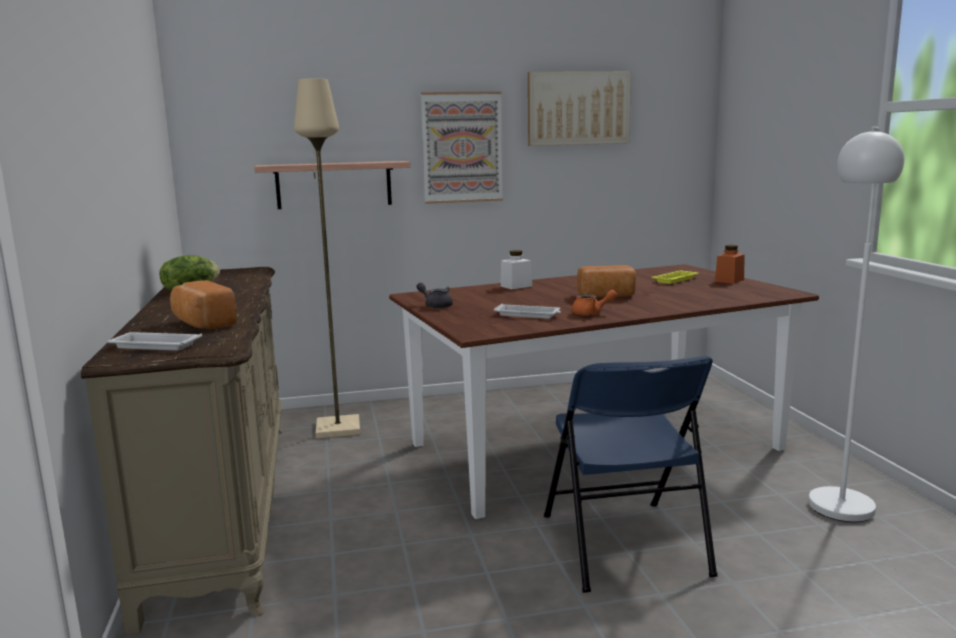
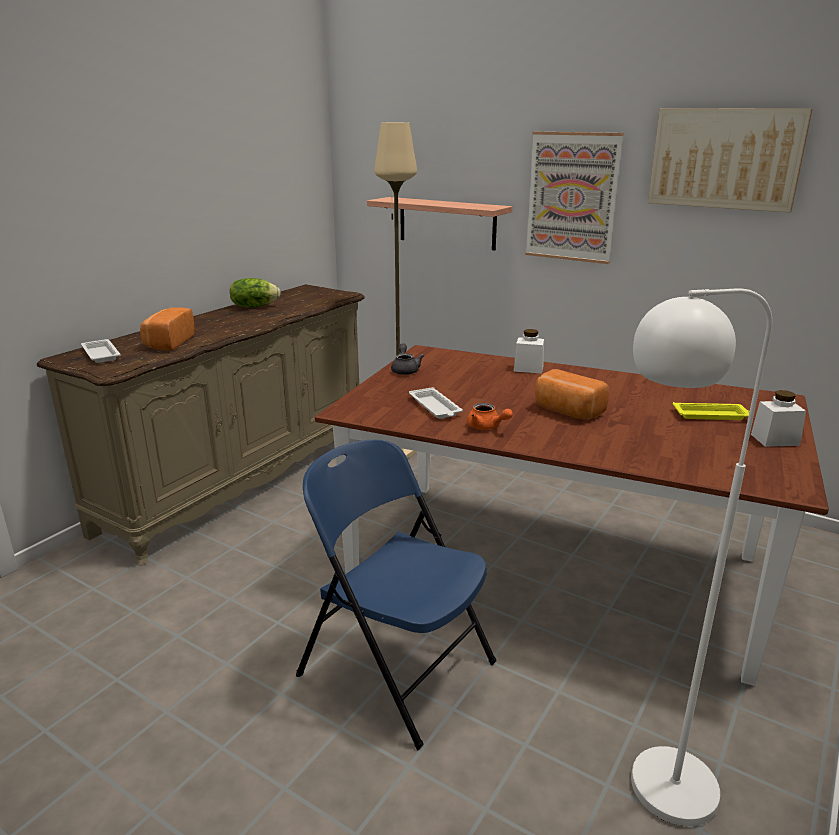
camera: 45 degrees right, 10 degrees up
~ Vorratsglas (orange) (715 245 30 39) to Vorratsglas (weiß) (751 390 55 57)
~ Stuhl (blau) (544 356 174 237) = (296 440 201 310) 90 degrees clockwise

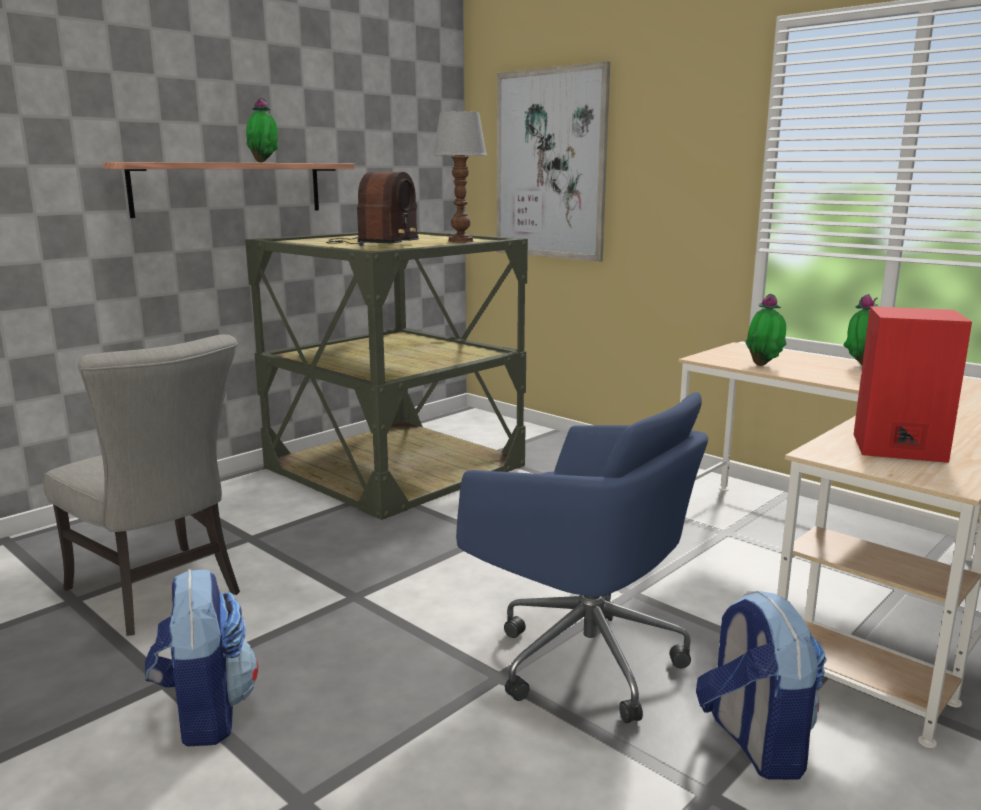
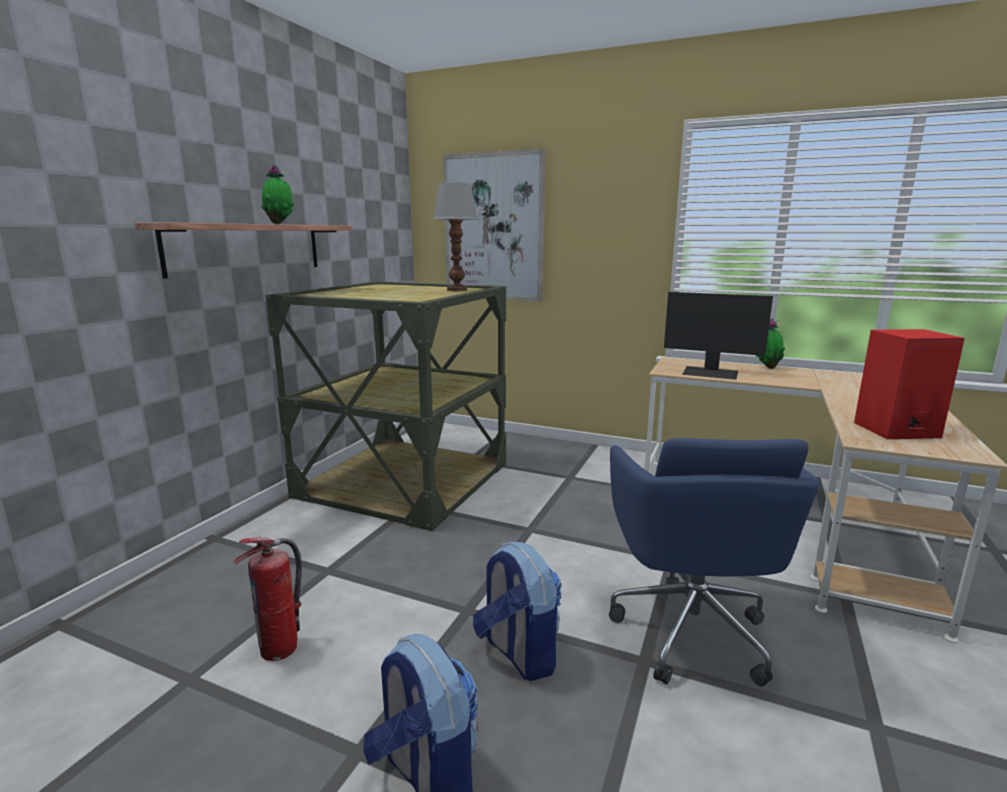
camera: 20 degrees left, 0 degrees up
- Radio (326 172 93 74)
~ Topfpflanze (745 294 42 72) to Monitor (664 292 109 88)
~ Stuhl (grau) (43 334 197 302) to Feuerlöscher (234 537 68 124)
~ Bürostuhl (blau) (456 392 252 331) = (609 438 210 248) 75 degrees clockwise
~ Rucksack (696 591 131 189) to (473 542 89 139)

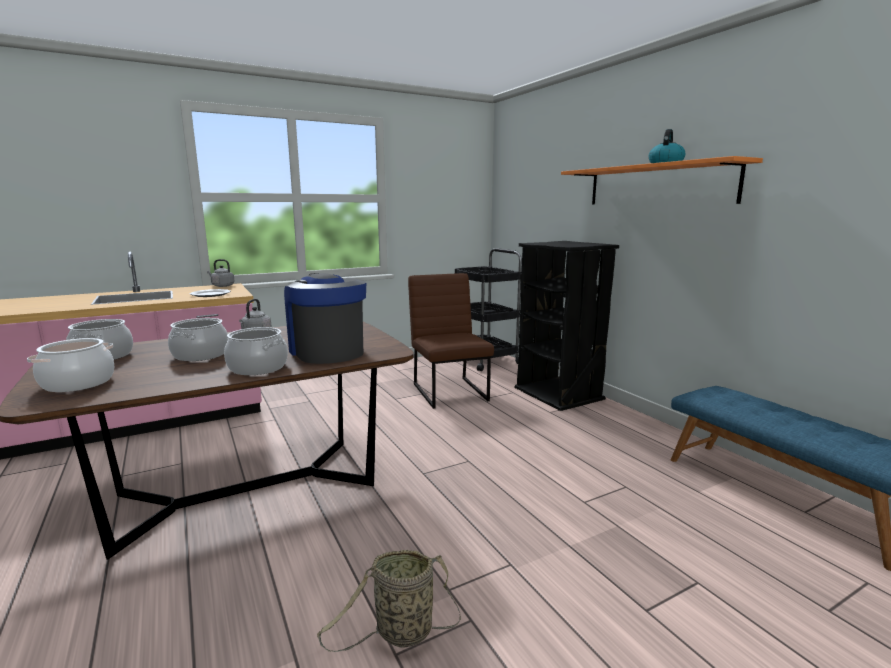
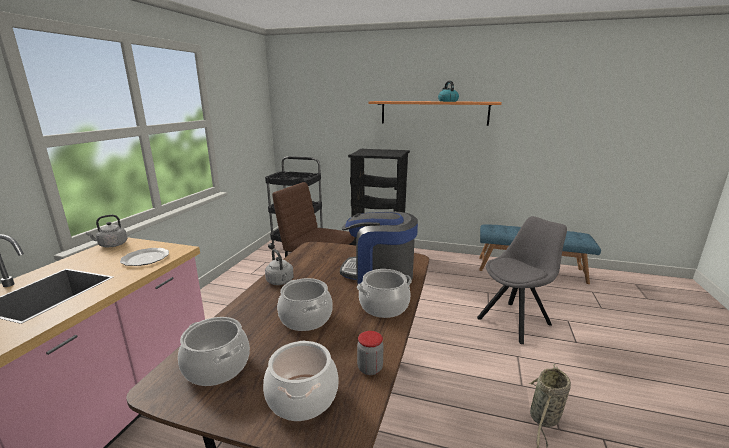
camera: 45 degrees left, 5 degrees up
+ Stuhl (grau) (477 216 90 128)
+ Vorratsglas (357 331 26 44)

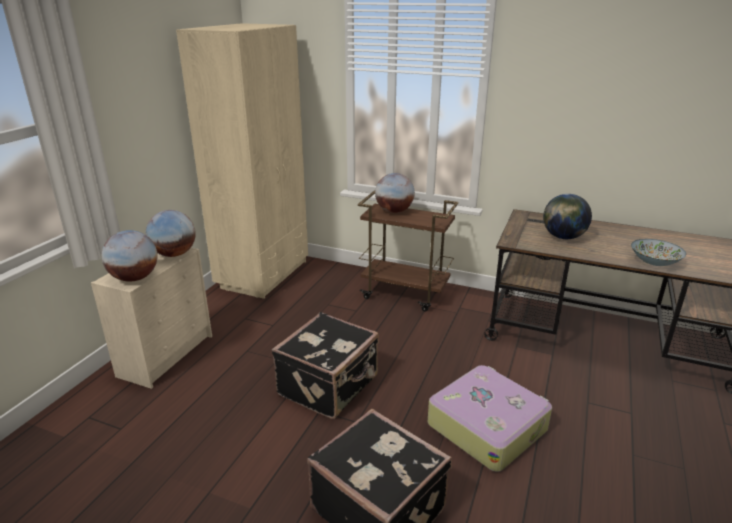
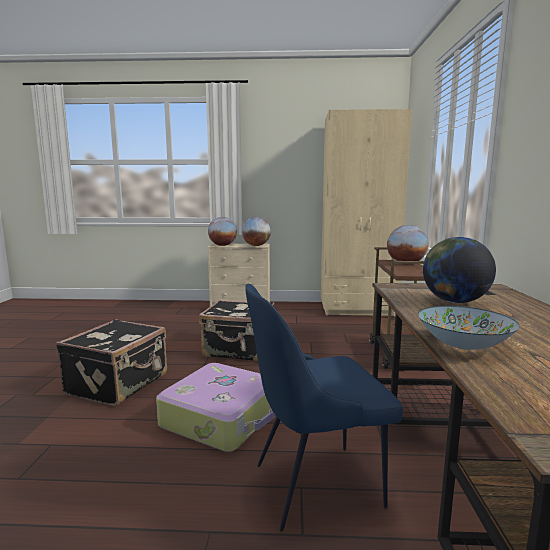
camera: 70 degrees right, 15 degrees down
+ Stuhl (blau) (245 284 158 248)

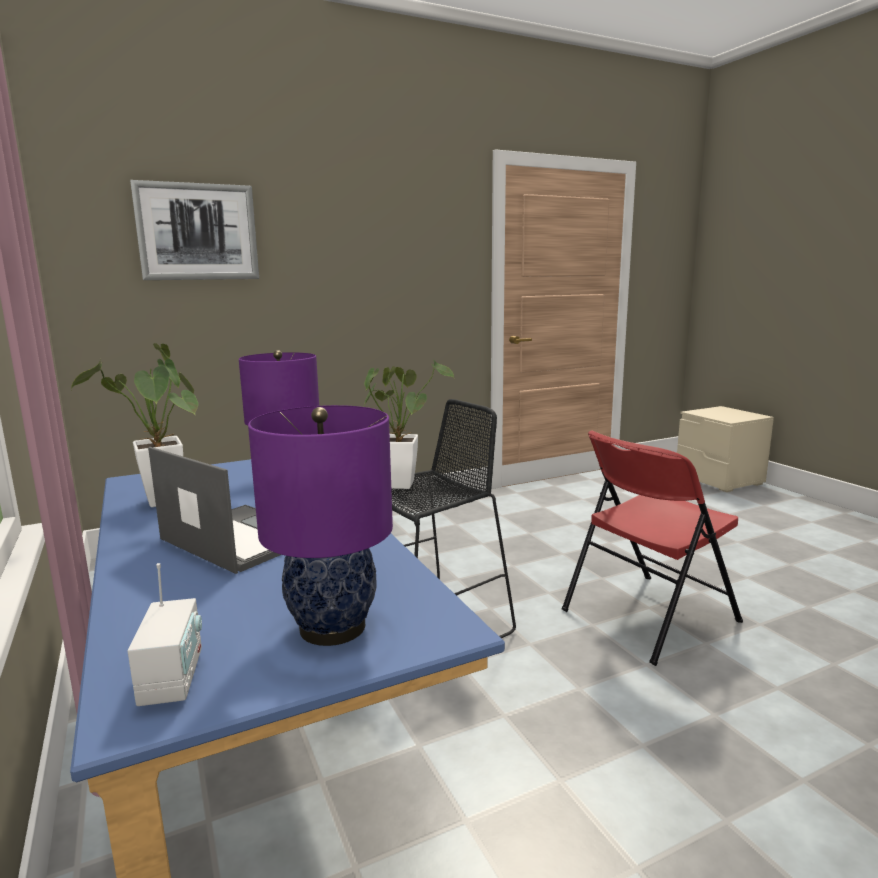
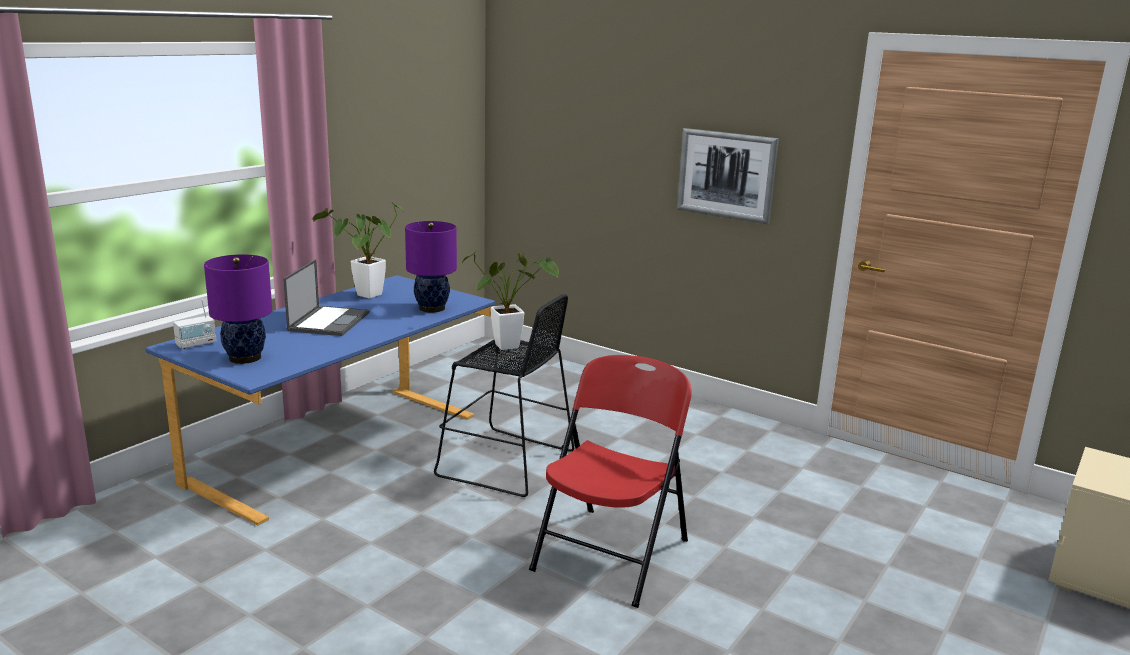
camera: 60 degrees right, 5 degrees up
~ Bild (130 180 129 100) to (677 128 102 96)
~ Stuhl (rot) (562 430 181 236) = (529 355 163 253) 90 degrees clockwise

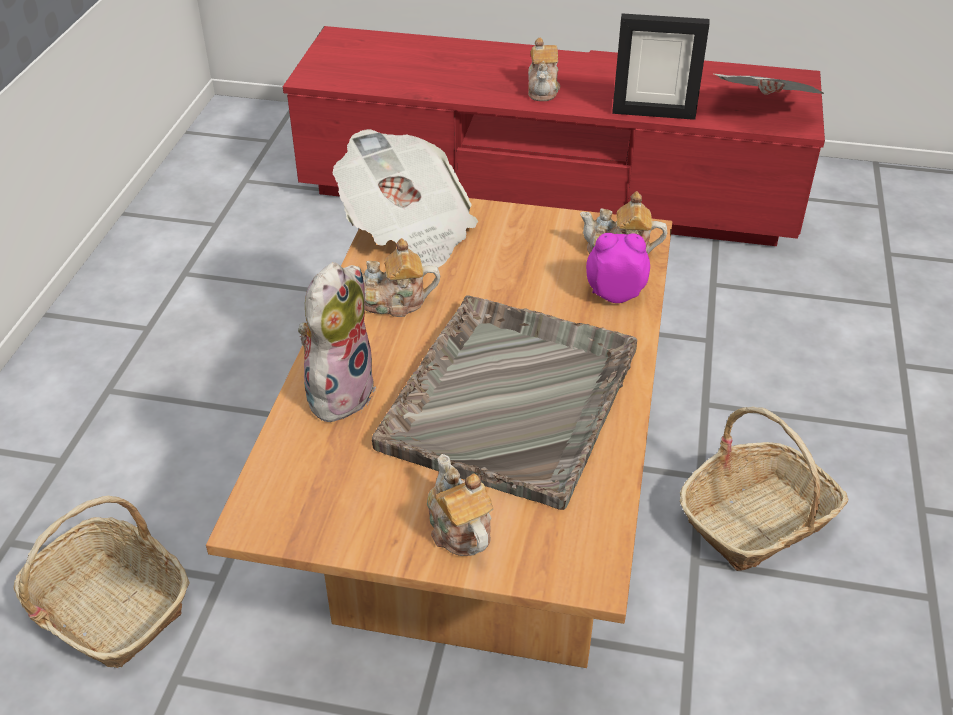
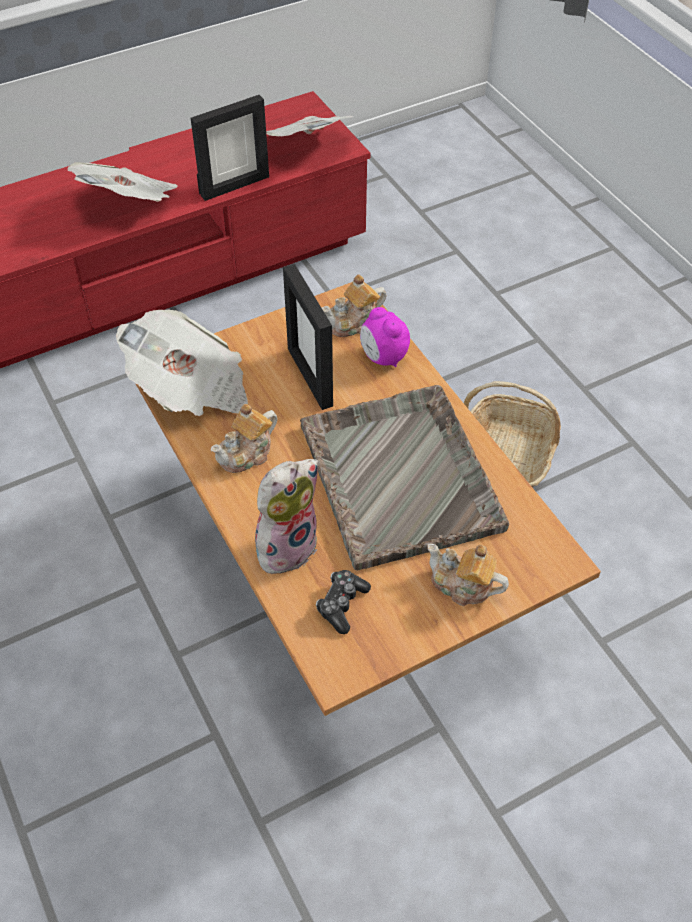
camera: 40 degrees left, 10 degrees up
~ Teekanne (528 38 32 63) to Zeitung (67 162 111 40)
~ Wecker (586 233 64 70) = (360 307 50 60) 90 degrees counterclockwise
~ Plüschtier (298 262 78 161) = (255 459 63 118) 60 degrees clockwise
- Korb (14 496 176 172)
+ Bilderrahmen (283 264 50 146)
+ Gamepad (316 570 55 64)

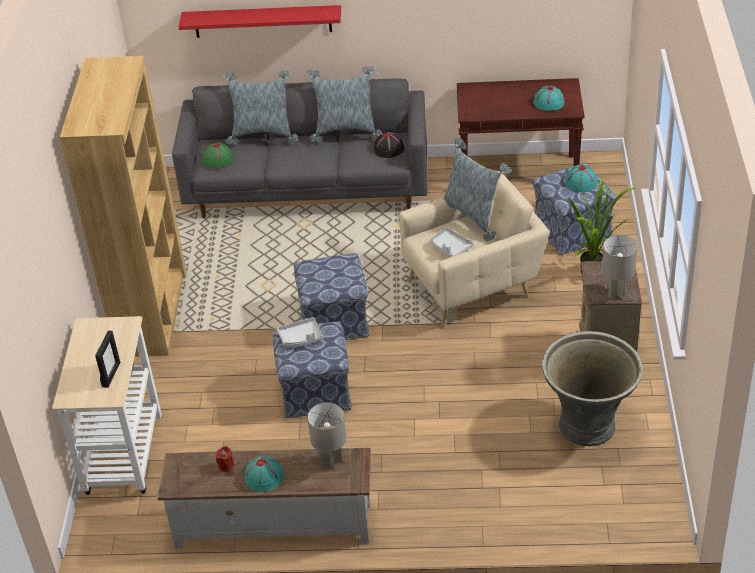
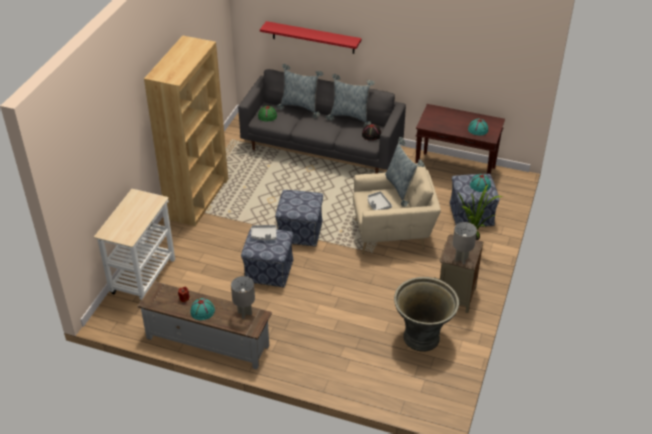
camera: 15 degrees right, 0 degrees up
- Bilderrahmen (95 330 25 58)

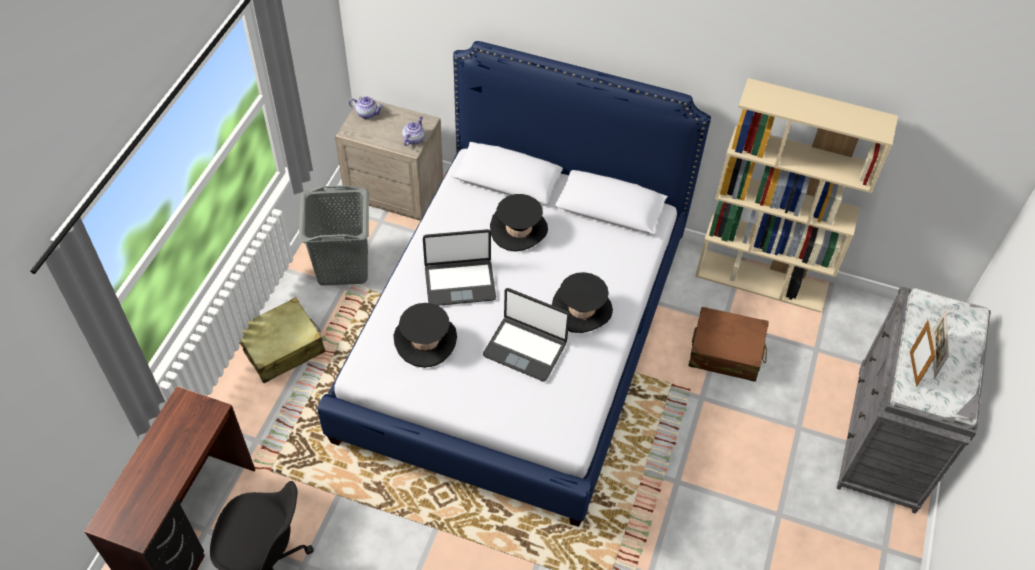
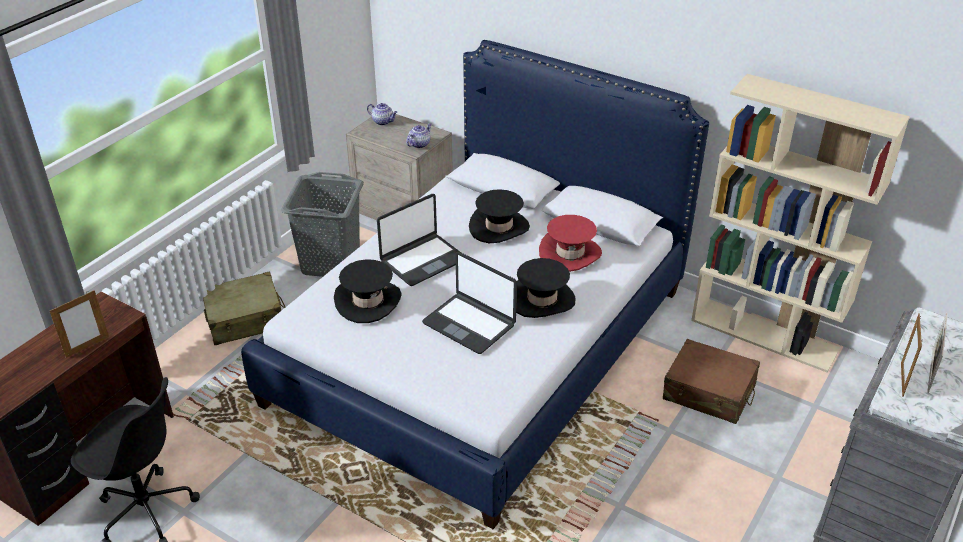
camera: 15 degrees right, 15 degrees down
~ Laptop (423 229 73 77) = (377 194 83 92) 45 degrees counterclockwise
+ Hut (rot) (539 215 63 57)
+ Bilderrahmen (50 290 59 68)

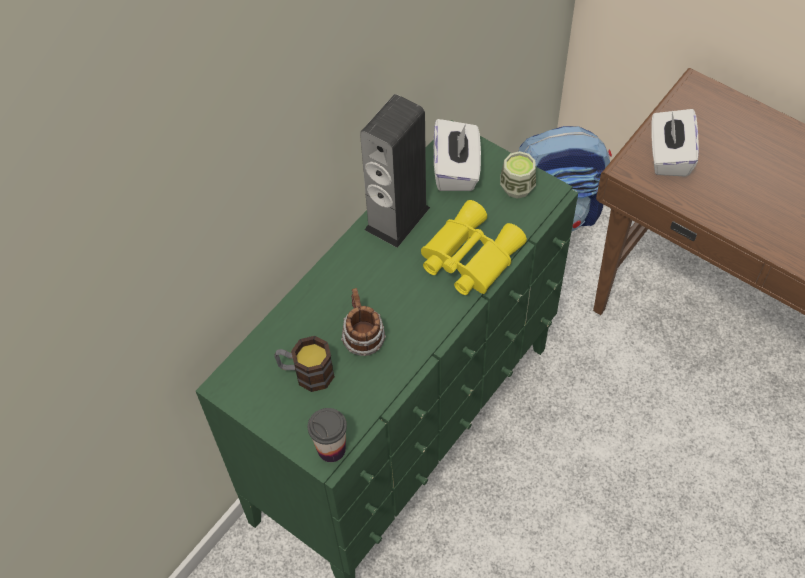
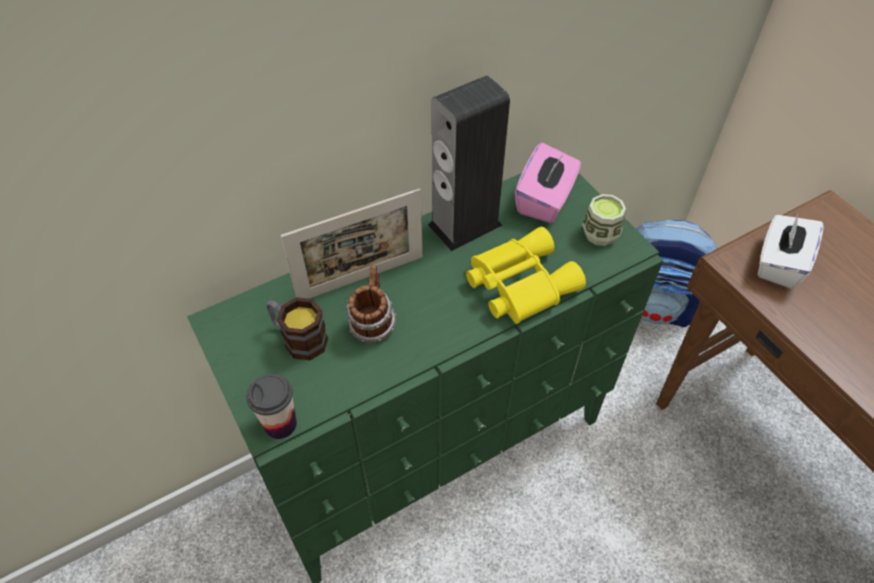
camera: 20 degrees right, 5 degrees down
~ Taschentuchbox (weiß) (434 119 47 72) to Taschentuchbox (rosa) (515 142 66 81)
+ Bilderrahmen (280 188 143 111)

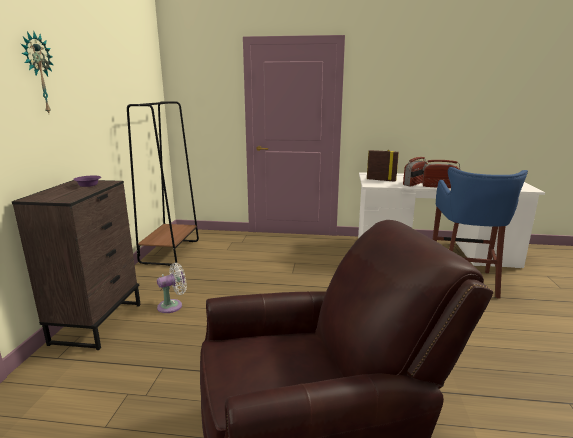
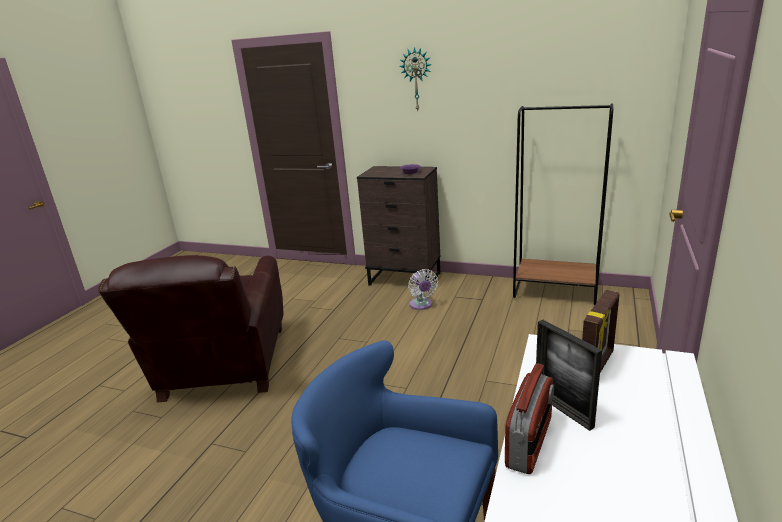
camera: 105 degrees right, 5 degrees up
~ Radio (403 157 25 30) to Bilderrahmen (536 320 66 111)

